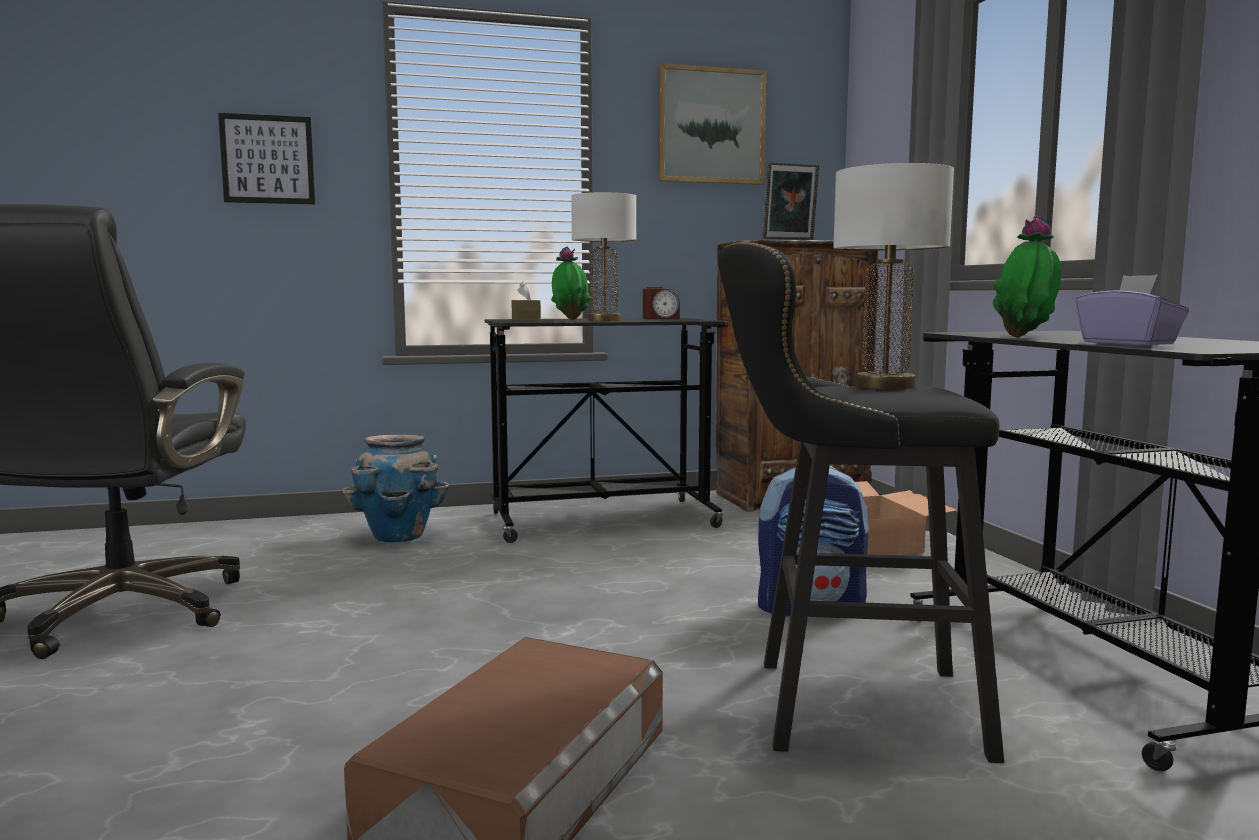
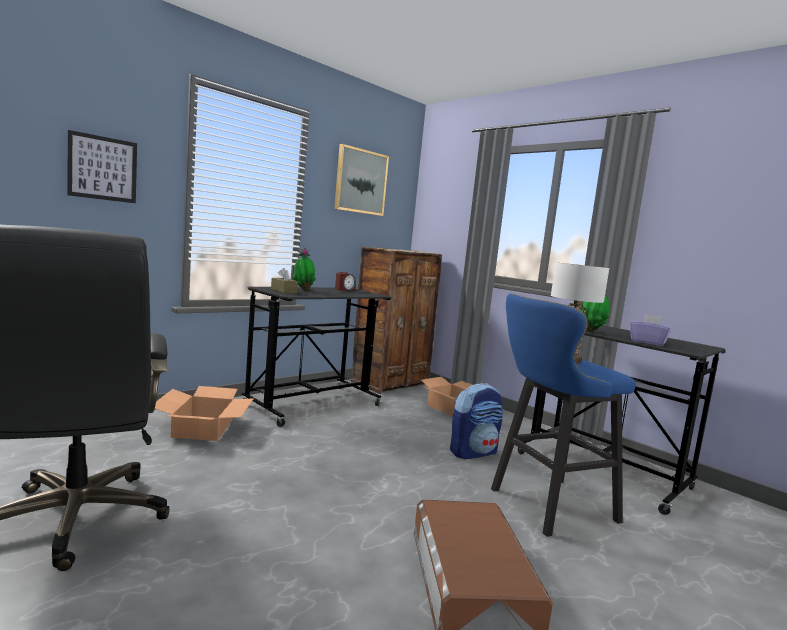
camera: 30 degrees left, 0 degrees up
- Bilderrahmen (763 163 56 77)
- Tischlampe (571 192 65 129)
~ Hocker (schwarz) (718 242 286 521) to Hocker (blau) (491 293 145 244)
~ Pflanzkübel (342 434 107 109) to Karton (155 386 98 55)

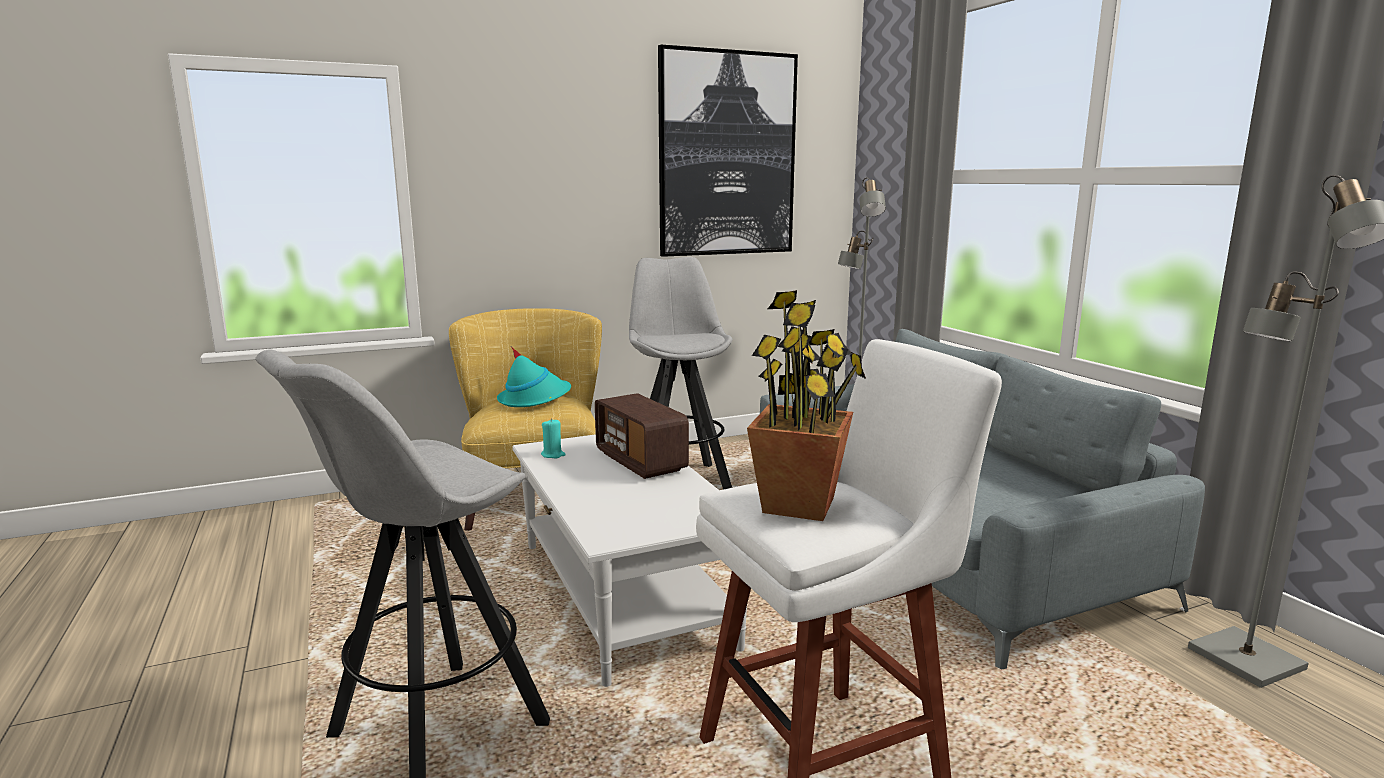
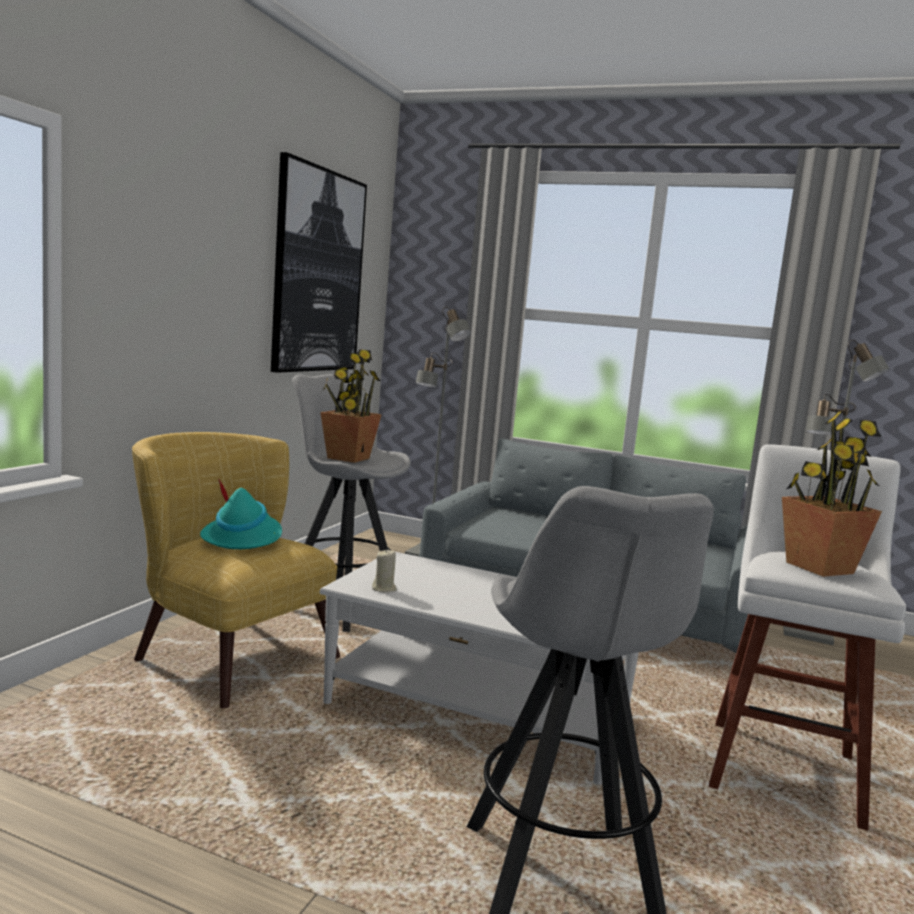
camera: 45 degrees left, 5 degrees down
- Radio (595 393 94 86)
~ Kerze (türkis) (541 418 25 40) to Kerze (beige) (372 550 25 42)
+ Topfpflanze (320 349 62 114)

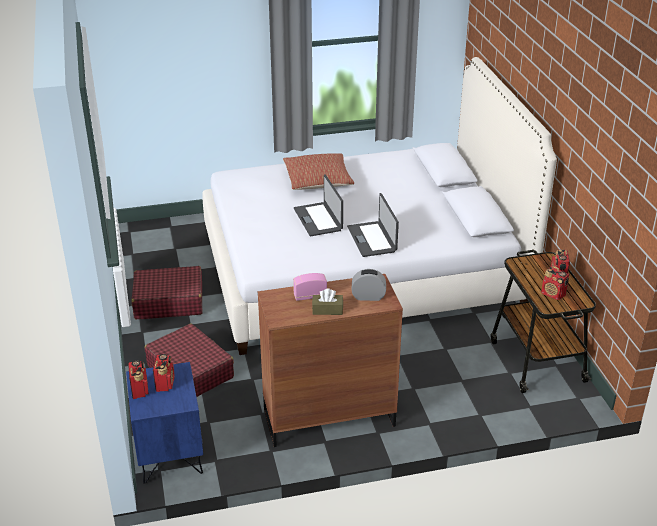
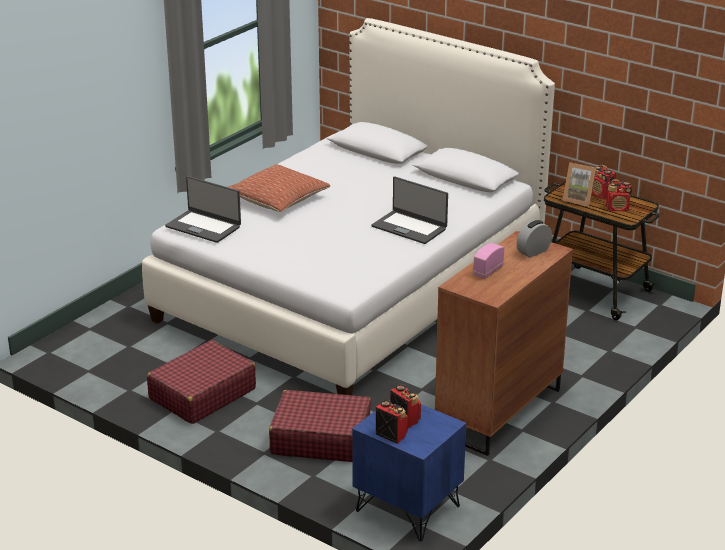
camera: 40 degrees left, 5 degrees down
~ Laptop (294 174 49 62) to (165 176 76 67)
- Taschentuchbox (braun) (312 289 31 26)
+ Bilderrahmen (562 163 34 43)

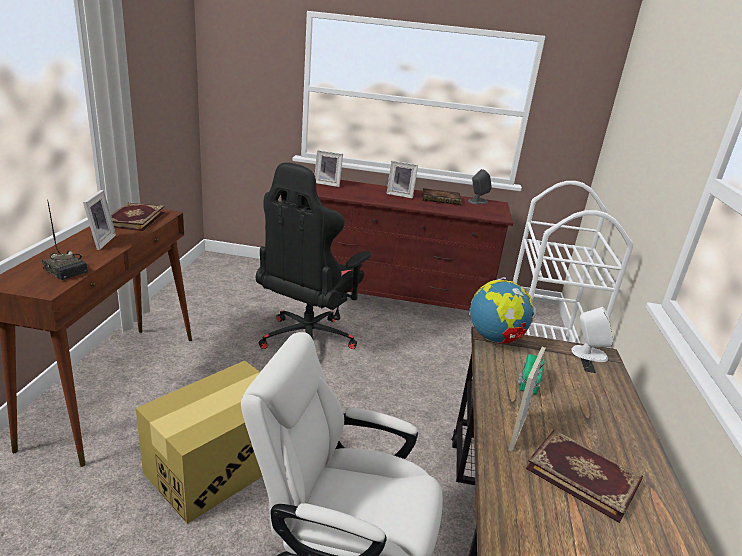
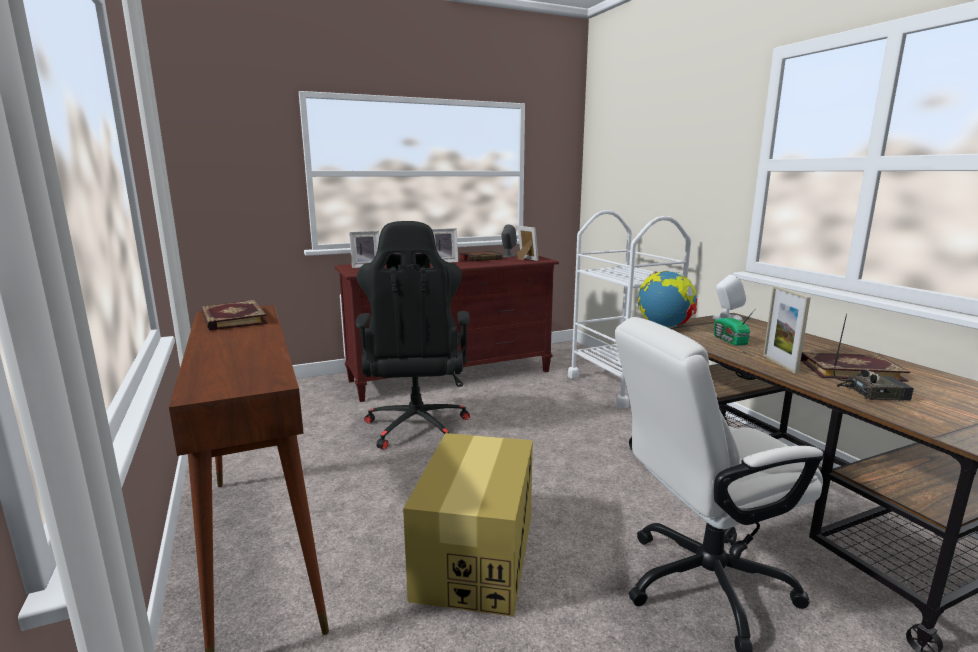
camera: 30 degrees left, 10 degrees down
~ Bilderrahmen (83 190 33 60) to (517 226 22 35)
~ Radio (42 200 46 80) to (833 314 81 87)

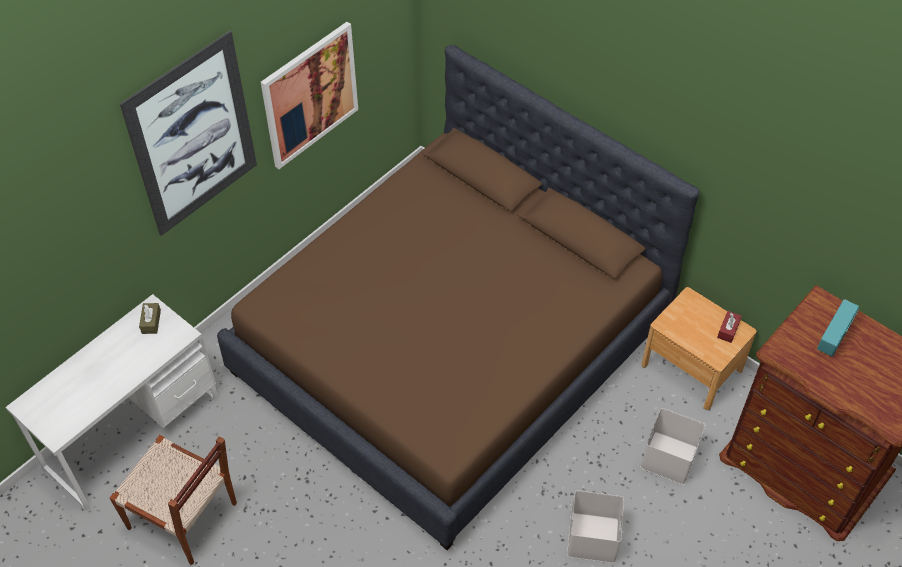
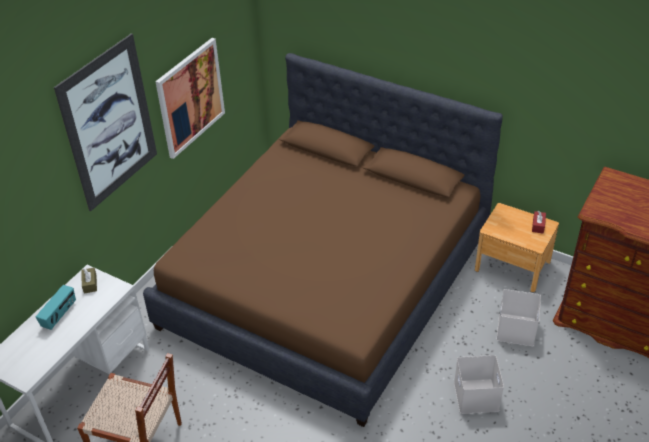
camera: 10 degrees left, 10 degrees down
~ Radio (817 299 42 57) to (36 285 40 45)

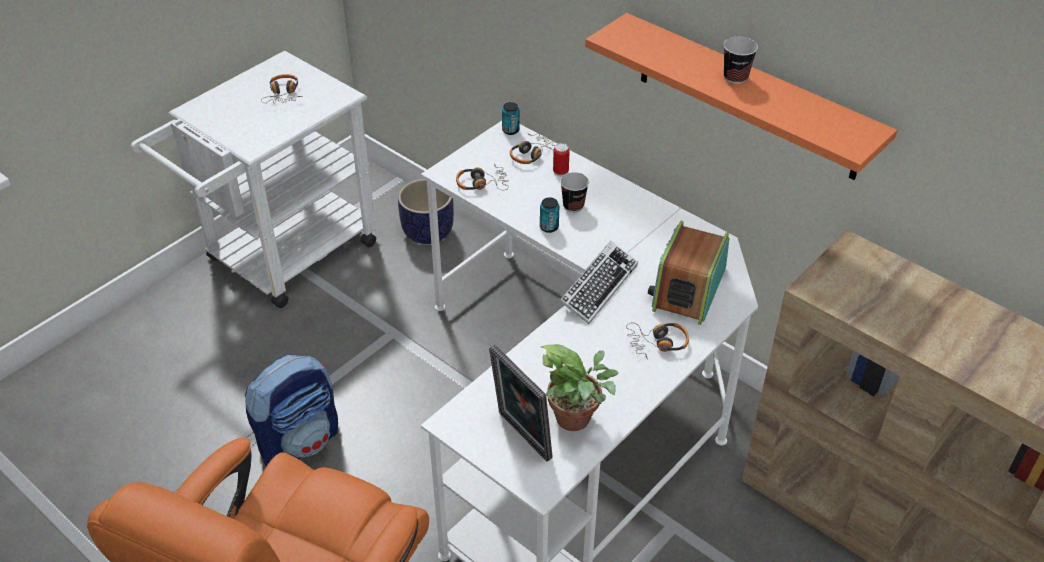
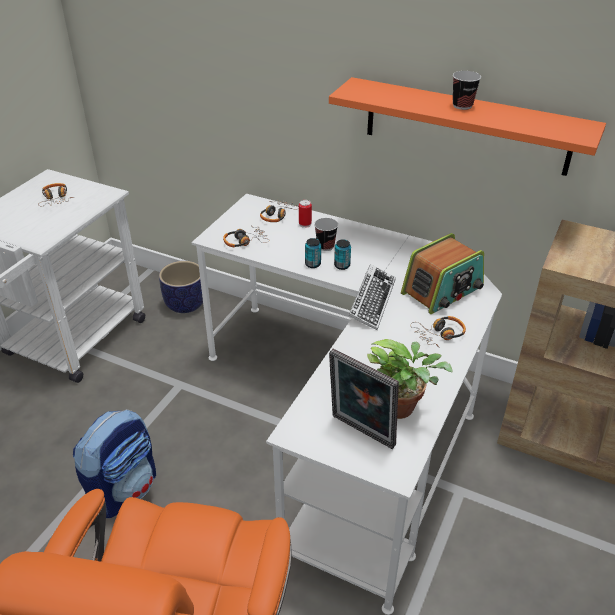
camera: 15 degrees left, 5 degrees down
~ Dose (502 102 17 33) to (334 239 17 31)
~ Radio (648 221 81 104) = (401 233 83 81) 135 degrees counterclockwise

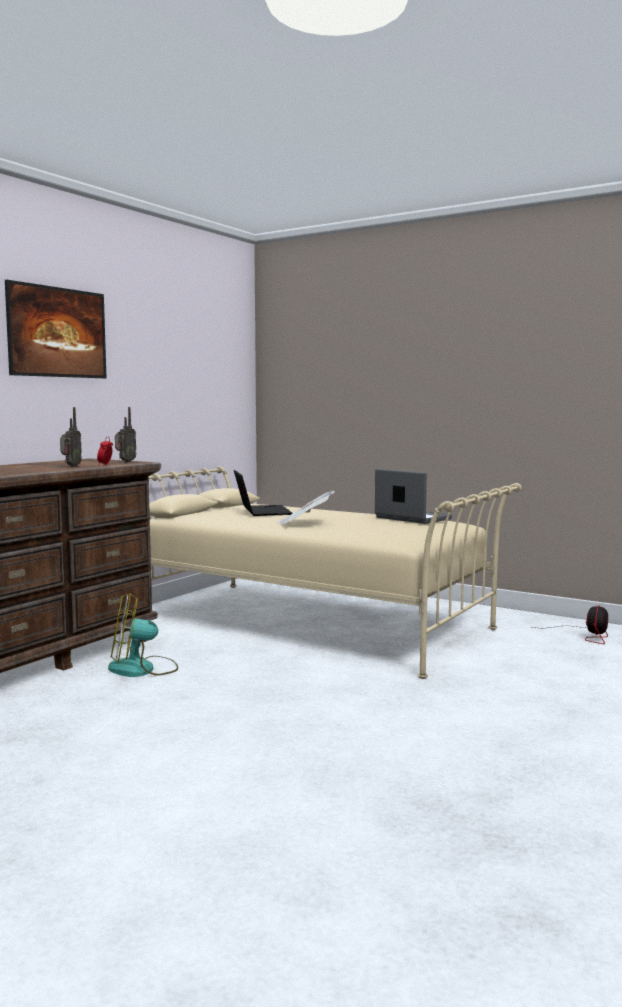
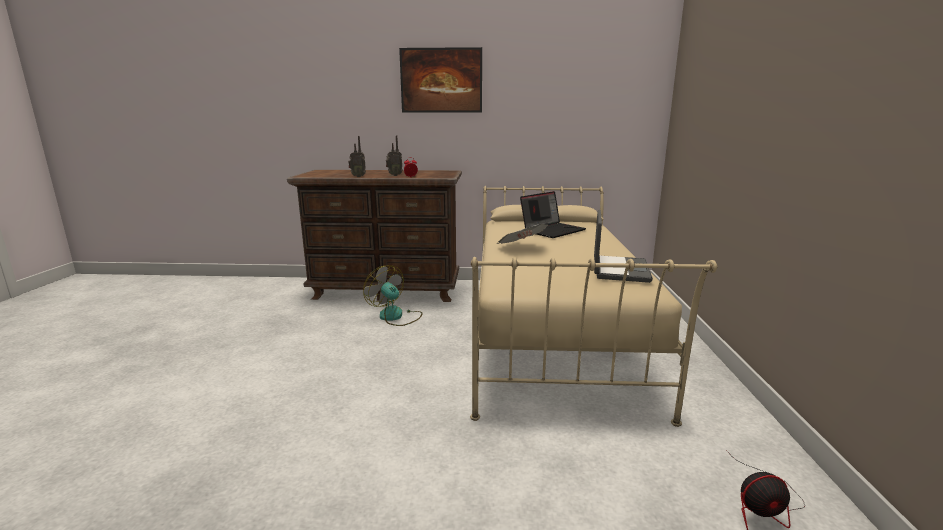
camera: 60 degrees right, 10 degrees up
~ Radio (115 407 22 55) to (348 136 18 41)

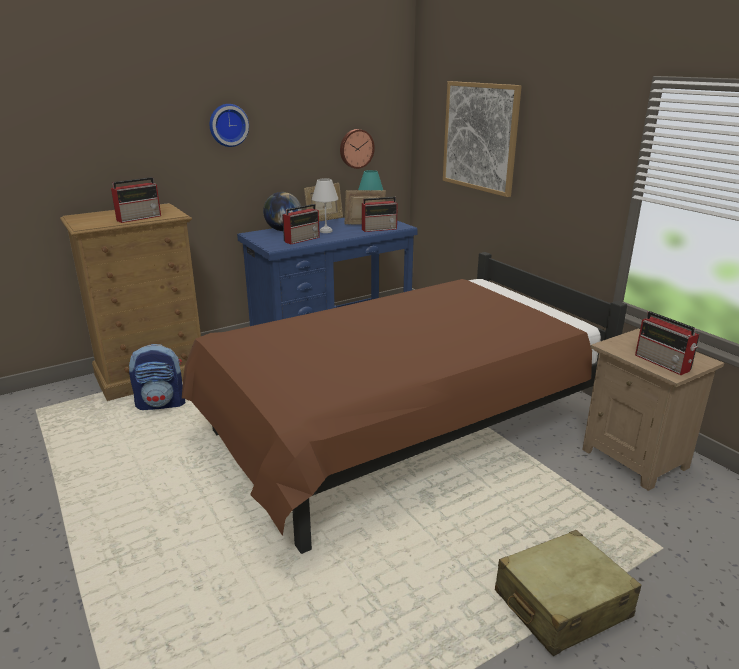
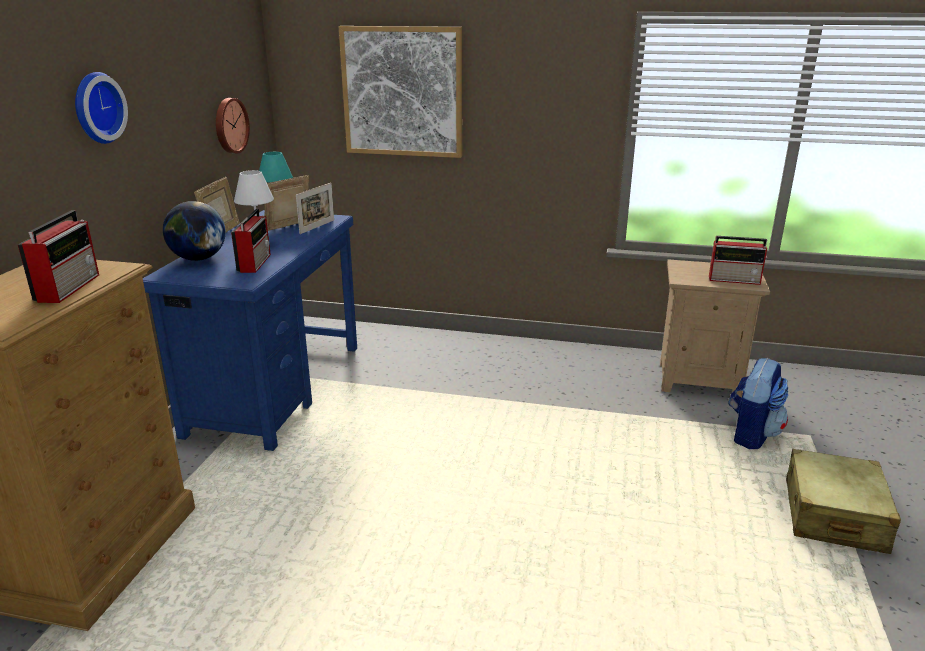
camera: 45 degrees left, 0 degrees up
~ Radio (362 197 36 35) to Bilderrahmen (296 183 38 51)
- Bett (braun) (182 252 445 302)
~ Rucksack (129 344 56 66) to (728 358 60 91)

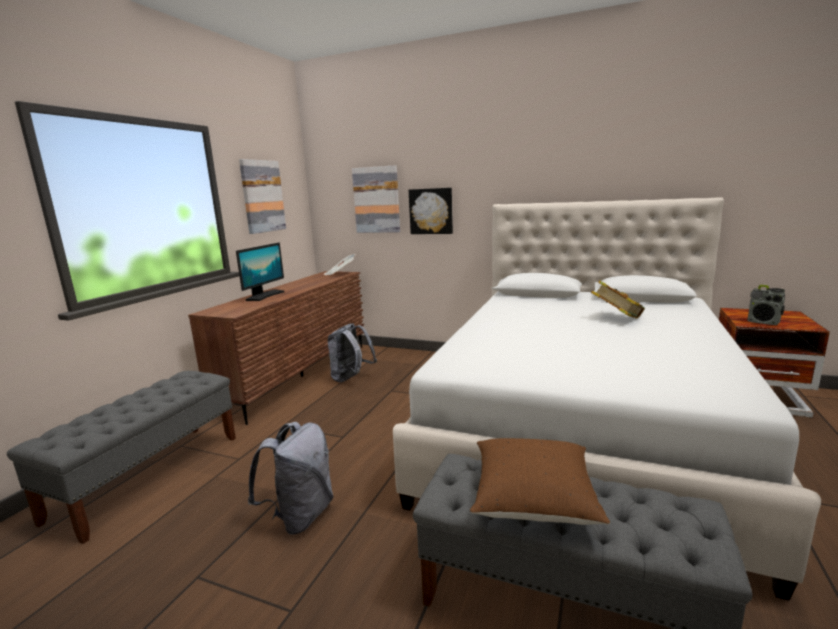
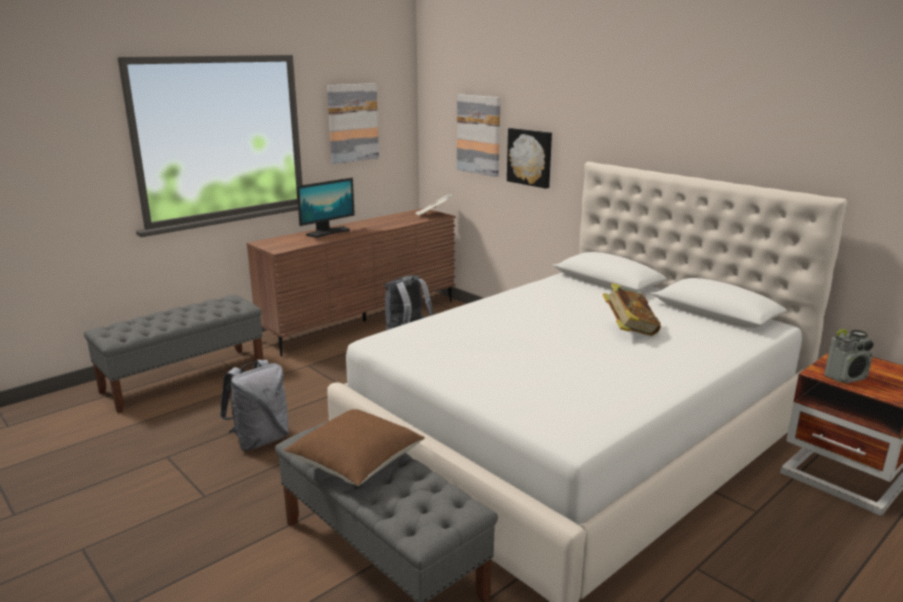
camera: 25 degrees right, 5 degrees up
~ Radio (747 285 38 40) = (824 329 50 54) 90 degrees counterclockwise

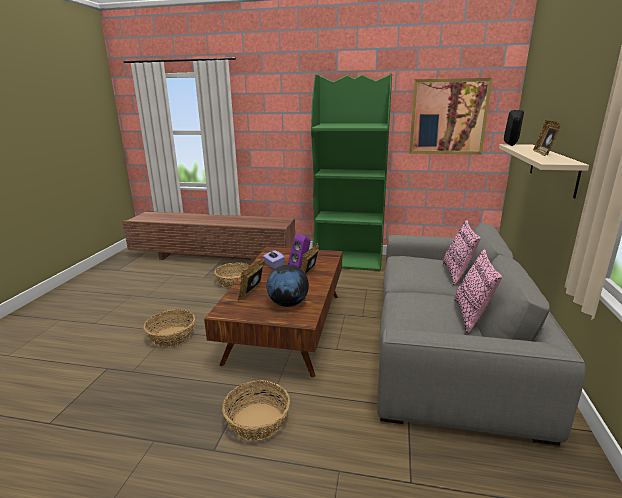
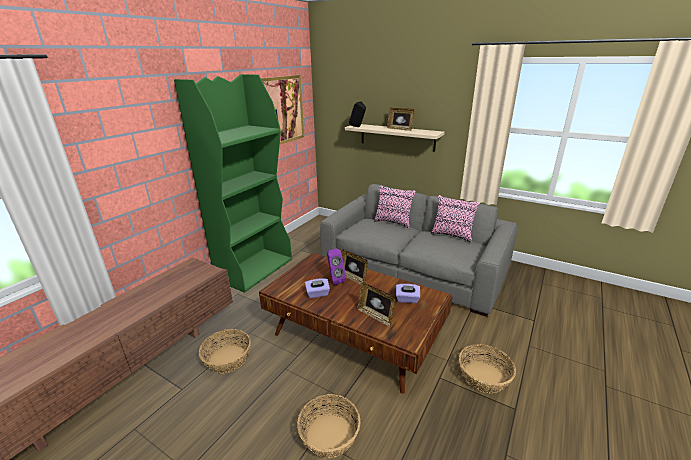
camera: 70 degrees left, 5 degrees up
~ Globus (267 264 42 43) to Taschentuchbox (lila) (396 284 24 19)

